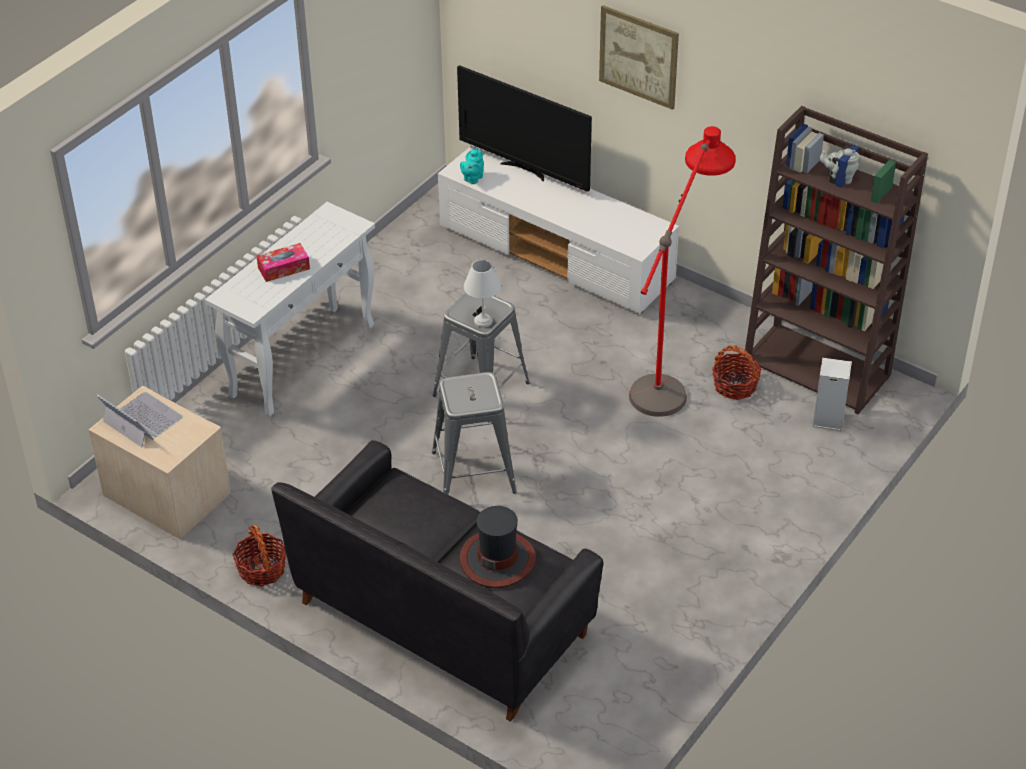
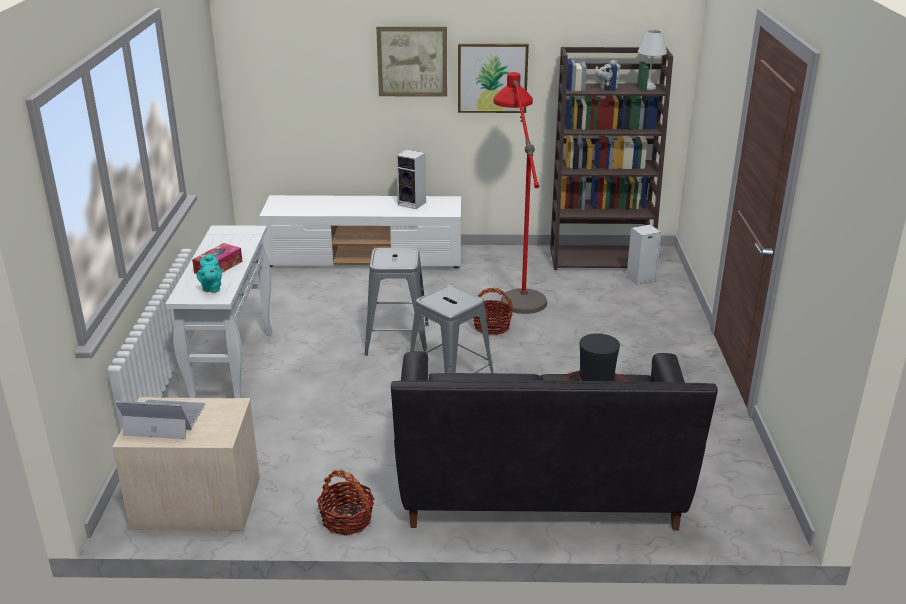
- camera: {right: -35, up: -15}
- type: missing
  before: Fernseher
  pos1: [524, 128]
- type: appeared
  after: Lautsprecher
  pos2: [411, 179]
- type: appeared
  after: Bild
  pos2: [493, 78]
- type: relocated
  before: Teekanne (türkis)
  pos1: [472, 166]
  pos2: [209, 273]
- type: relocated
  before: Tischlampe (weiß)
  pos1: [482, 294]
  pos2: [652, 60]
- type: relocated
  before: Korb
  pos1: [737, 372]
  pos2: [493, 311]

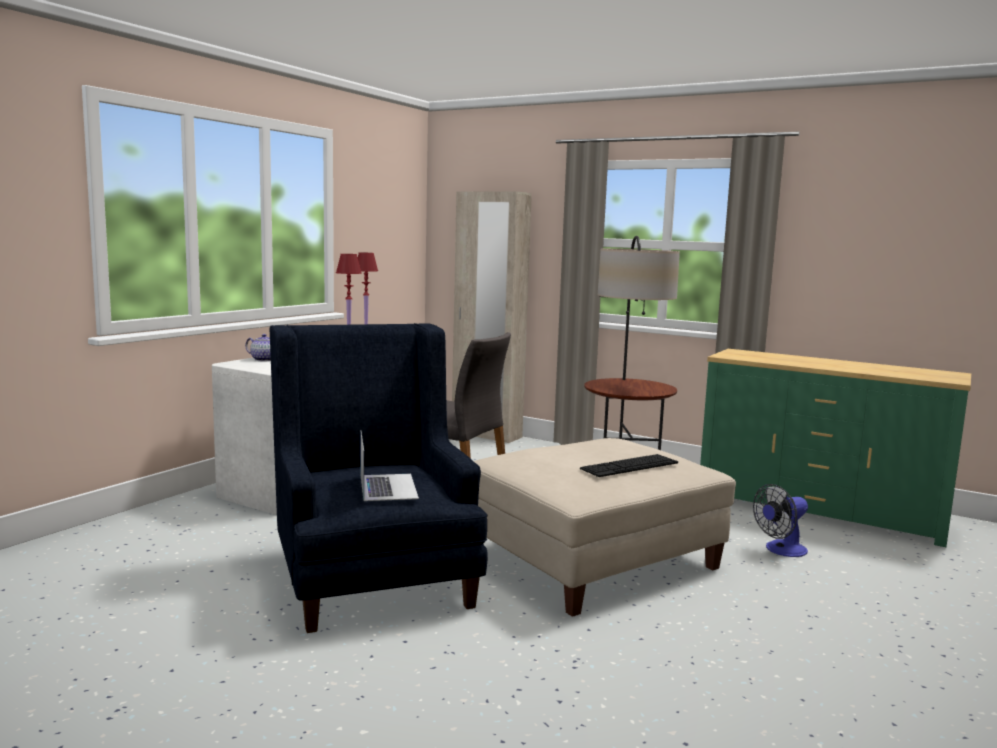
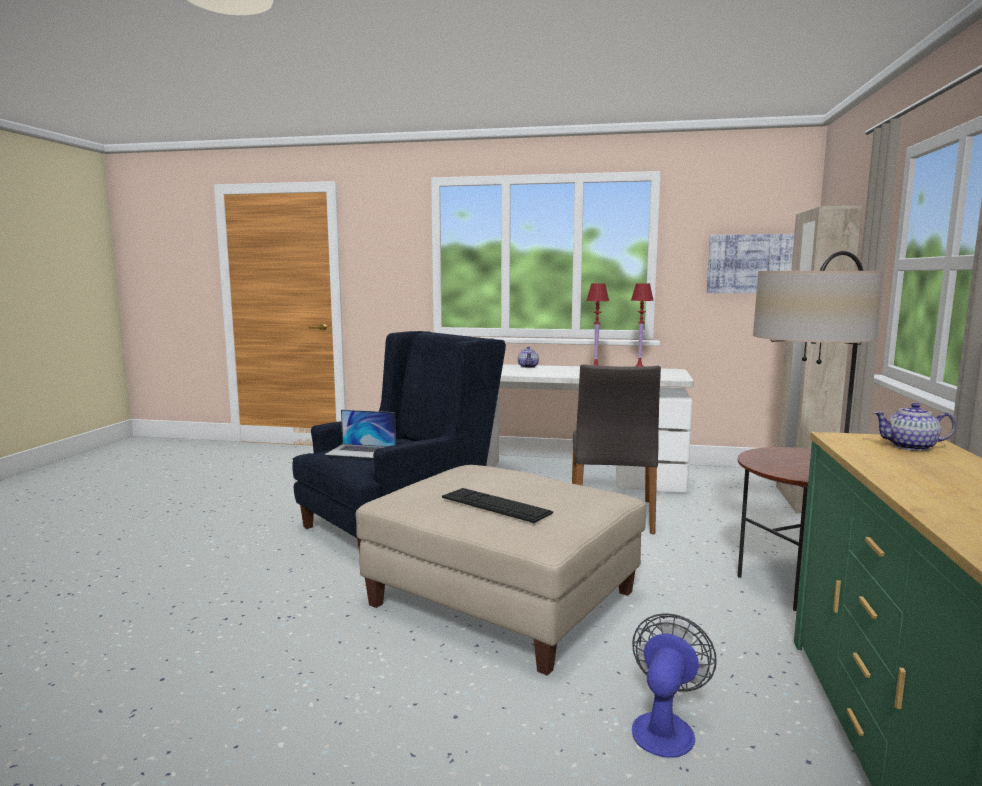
- camera: {right: 70, up: 0}
- type: appeared
  after: Bild
  pos2: [750, 263]
- type: appeared
  after: Teekanne
  pos2: [914, 427]
- type: spun
  before: Laptop
  pos1: [390, 466]
  pos2: [360, 434]
  turn: 45
- type: spun
  before: Ventilator
  pos1: [780, 520]
  pos2: [674, 685]
  turn: 75

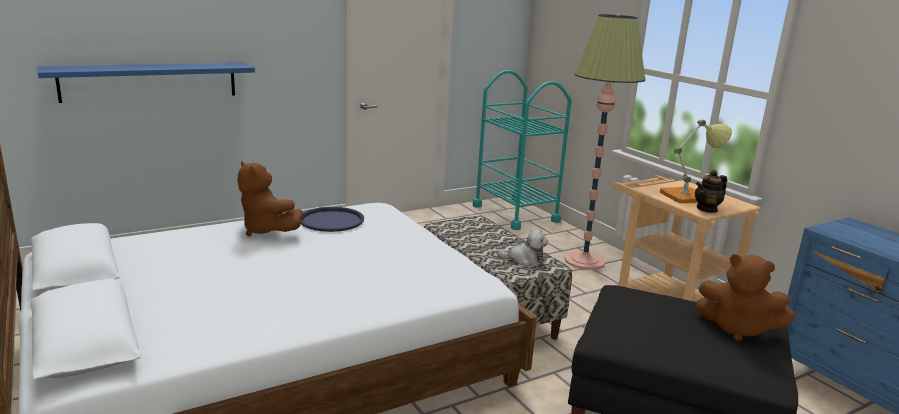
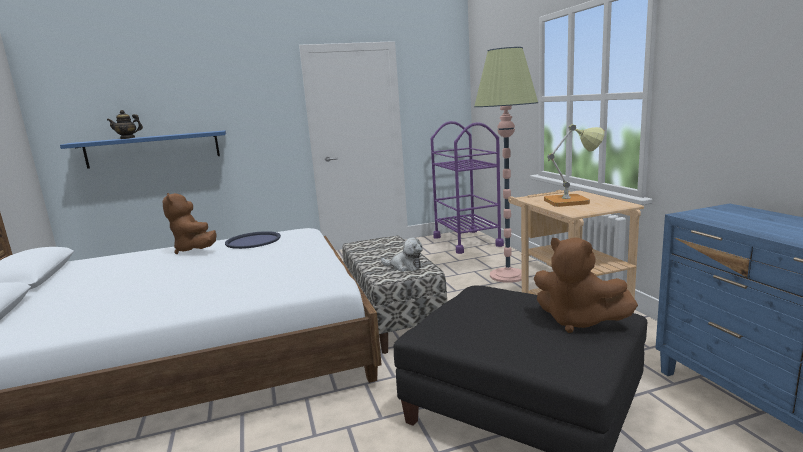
- camera: {right: 15, up: -5}
- type: relocated
  before: Teekanne
  pos1: [711, 191]
  pos2: [125, 124]
- type: colour
  before: Rollwagen (türkis)
  after: Rollwagen (lila)
  pos1: [522, 150]
  pos2: [467, 187]

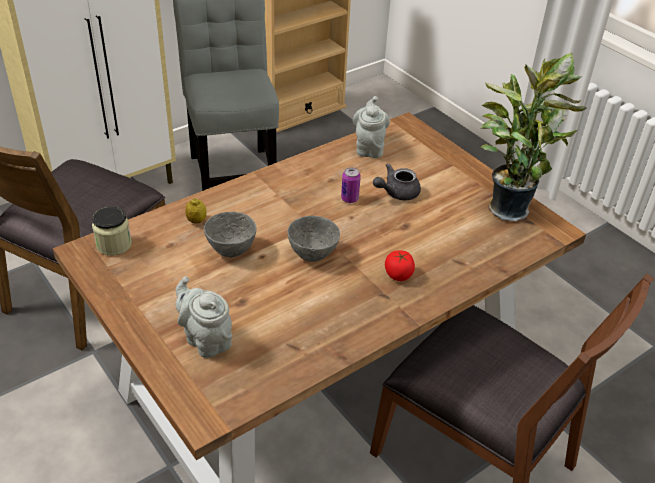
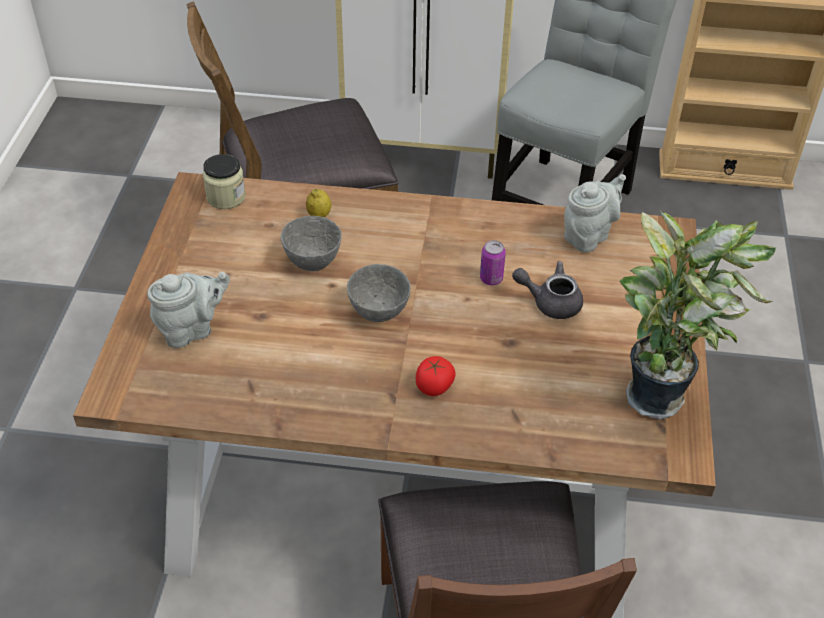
- camera: {right: 45, up: 5}
- type: spun
  before: Teekanne (grau)
  pos1: [203, 317]
  pos2: [188, 310]
  turn: 60

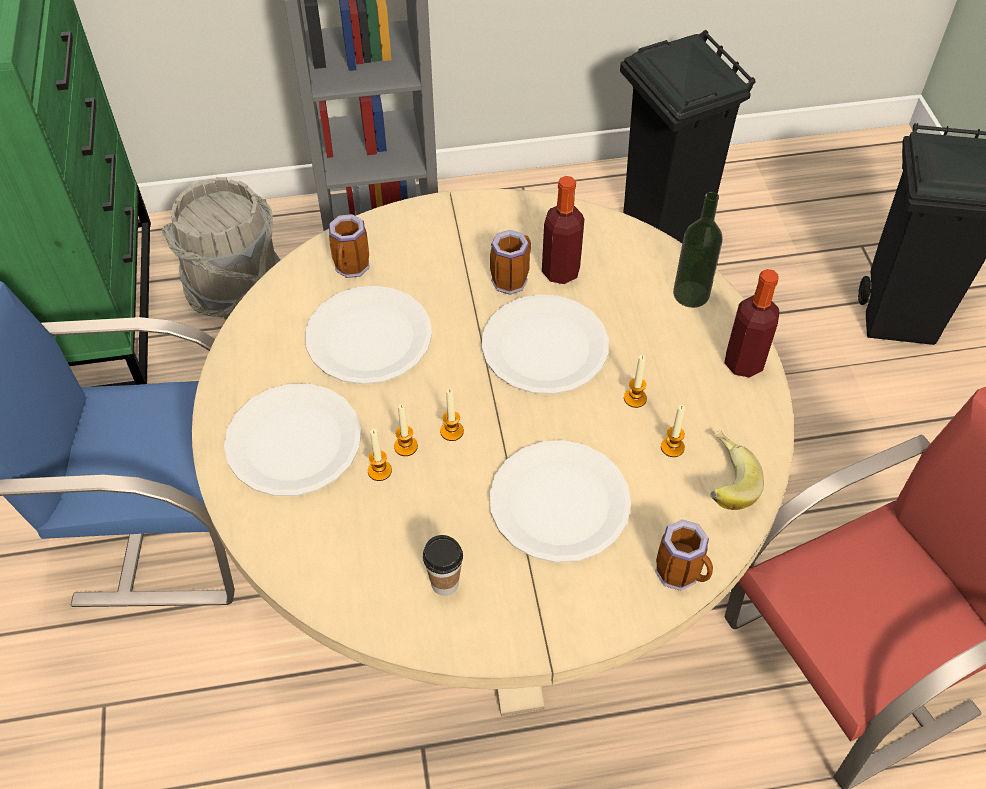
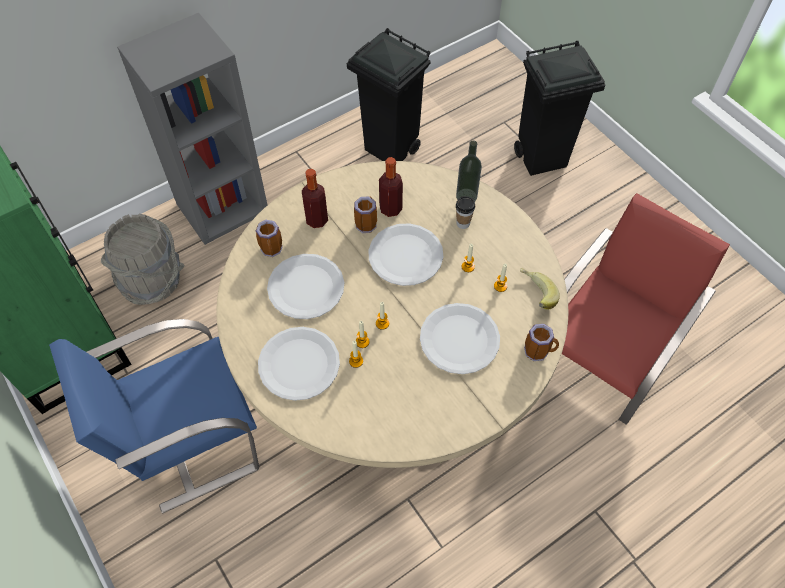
- camera: {right: -25, up: 5}
- type: relocated
  before: Tasse
  pos1: [443, 565]
  pos2: [465, 212]
- type: relocated
  before: Flasche
  pos1: [751, 323]
  pos2: [315, 198]

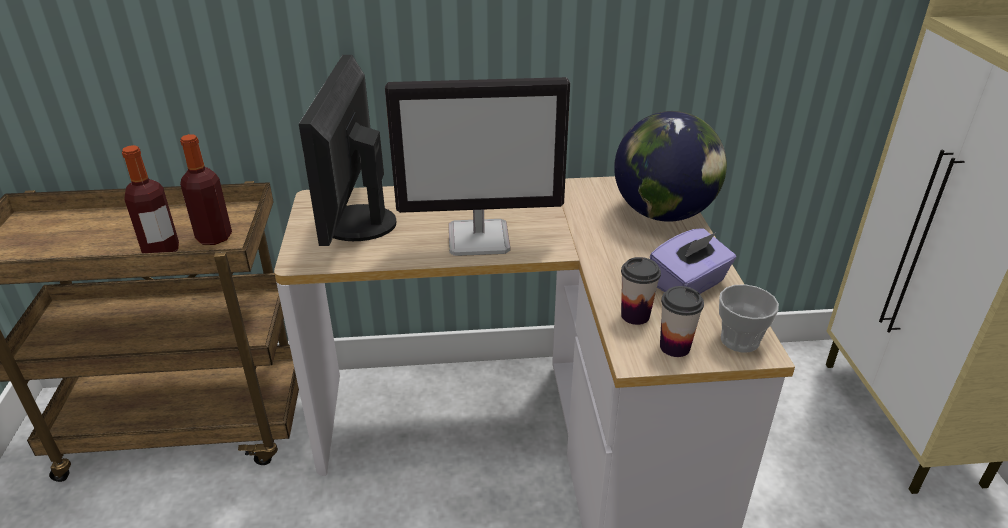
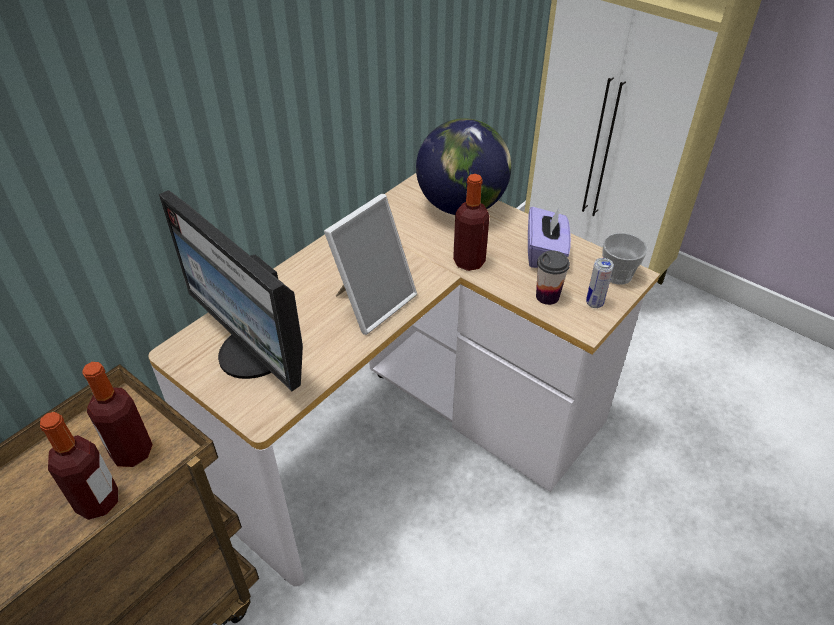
- camera: {right: -45, up: 10}
- type: appeared
  after: Flasche
  pos2: [471, 222]
- type: exchanged
  before: Monitor
  after: Bilderrahmen
  pos1: [477, 166]
  pos2: [370, 264]
- type: exchanged
  before: Tasse
  after: Dose
  pos1: [682, 321]
  pos2: [600, 283]

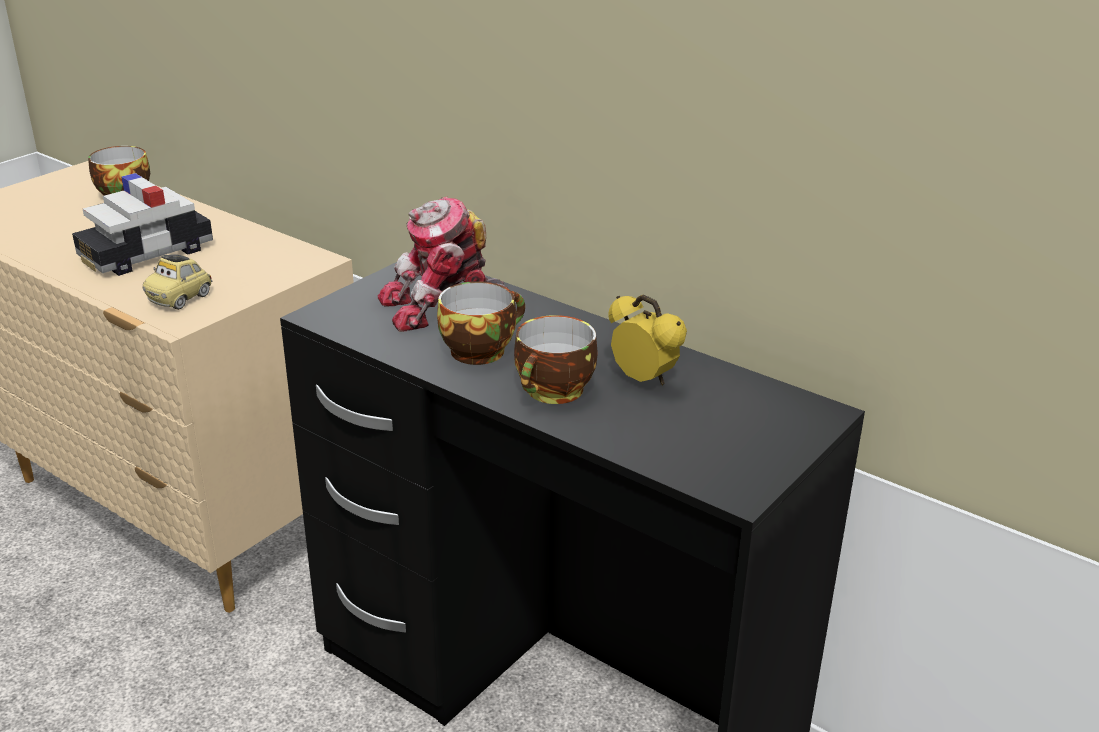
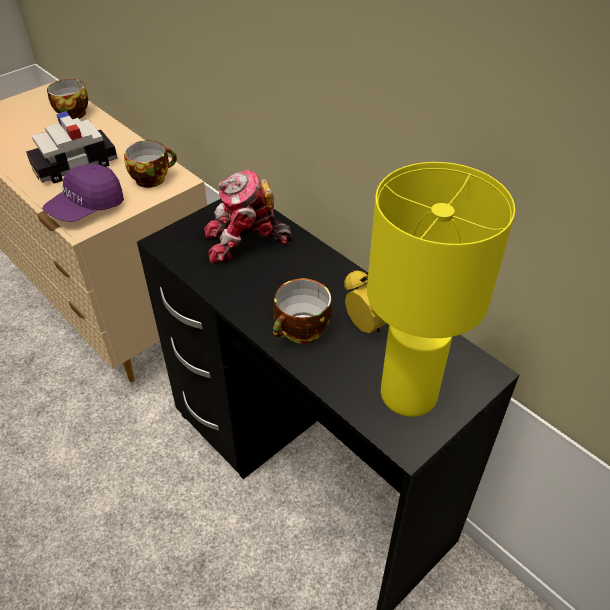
- camera: {right: 10, up: 15}
- type: appeared
  after: Tischlampe (gelb)
  pos2: [441, 289]
- type: relocated
  before: Tasse
  pos1: [481, 323]
  pos2: [150, 164]
- type: exchanged
  before: Spielzeugauto
  after: Kappe (lila)
  pos1: [177, 282]
  pos2: [83, 193]

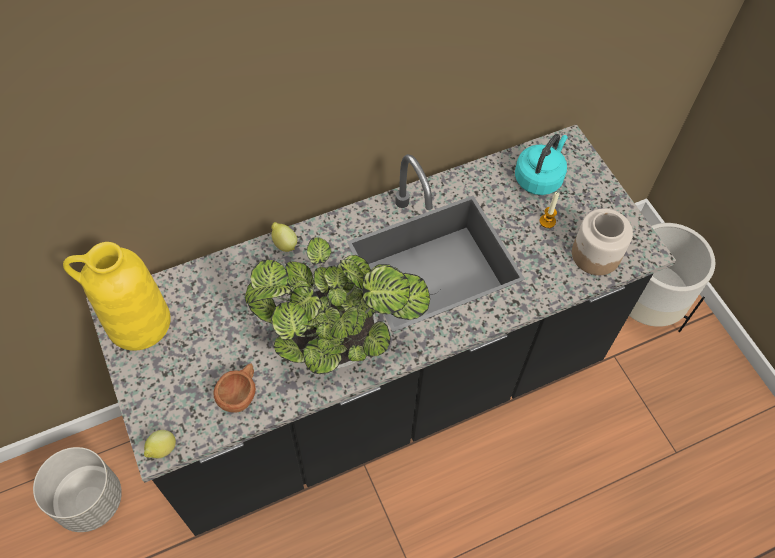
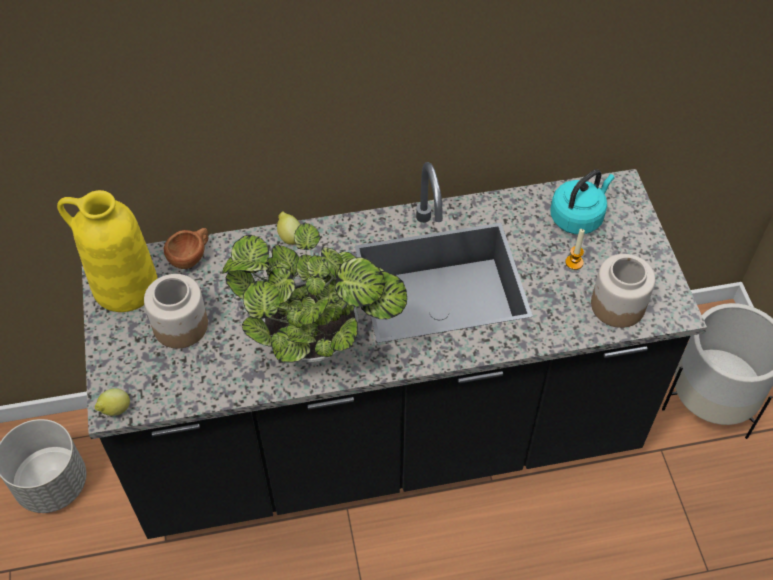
- camera: {right: 15, up: -5}
- type: appeared
  after: Vorratsglas
  pos2: [176, 311]
- type: relocated
  before: Tasse (braun)
  pos1: [234, 388]
  pos2: [186, 248]

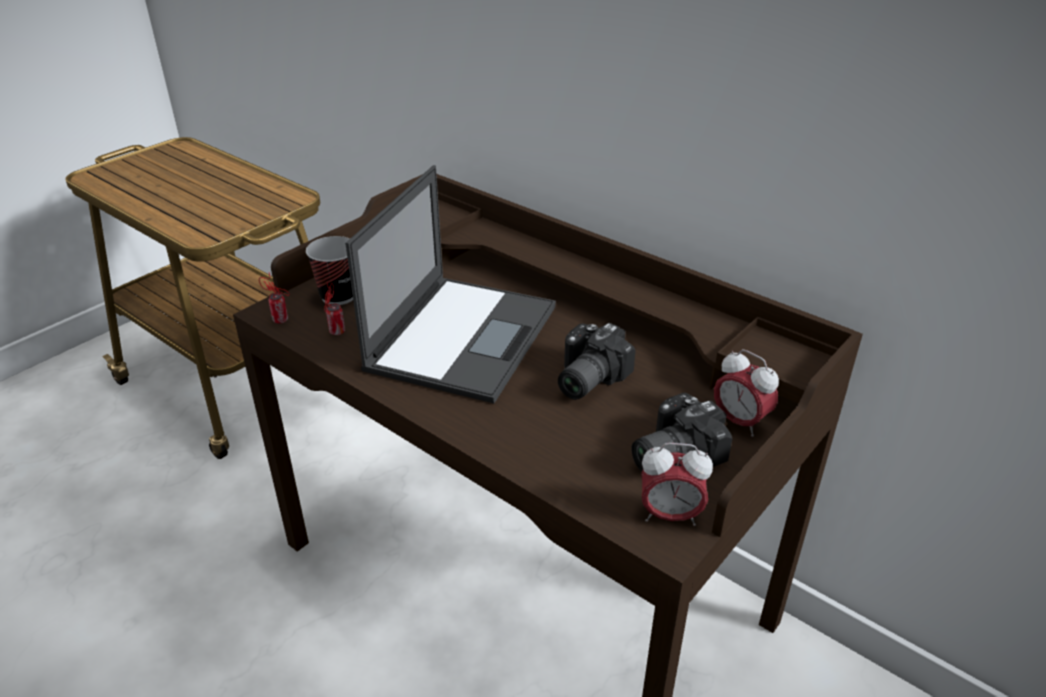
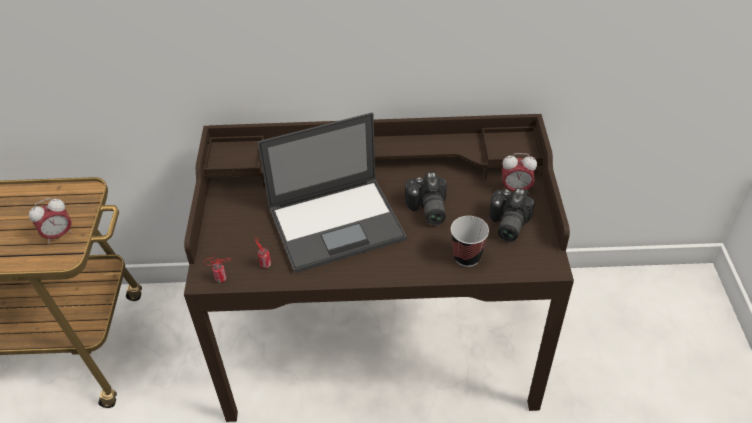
- camera: {right: -40, up: 10}
- type: relocated
  before: Tasse
  pos1: [329, 270]
  pos2: [470, 241]
- type: relocated
  before: Wecker
  pos1: [677, 484]
  pos2: [51, 221]
- type: spun
  before: Laptop
  pos1: [450, 284]
  pos2: [332, 192]
  turn: 90

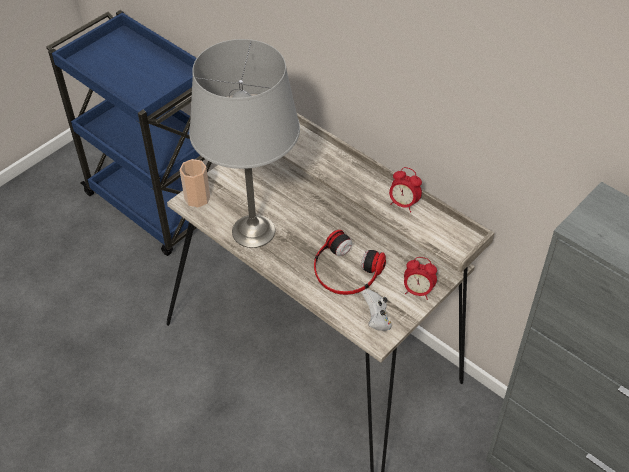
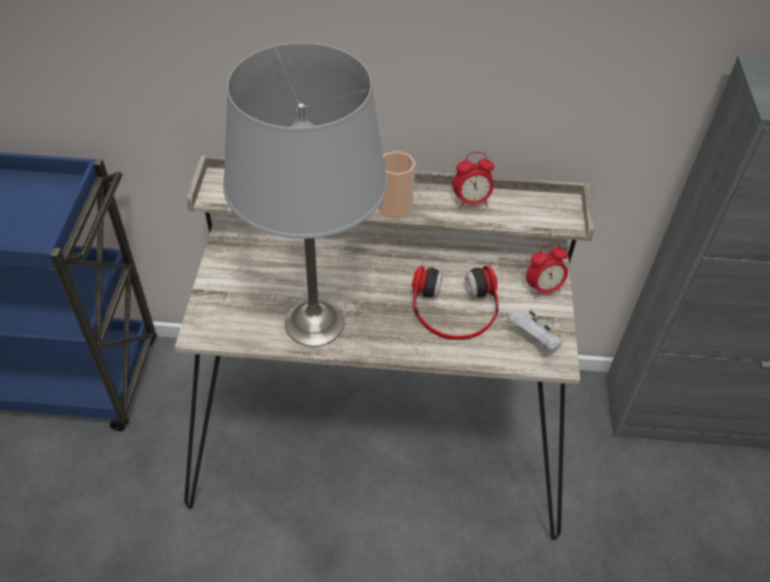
- camera: {right: -40, up: 0}
- type: relocated
  before: Tasse
  pos1: [195, 183]
  pos2: [397, 185]

